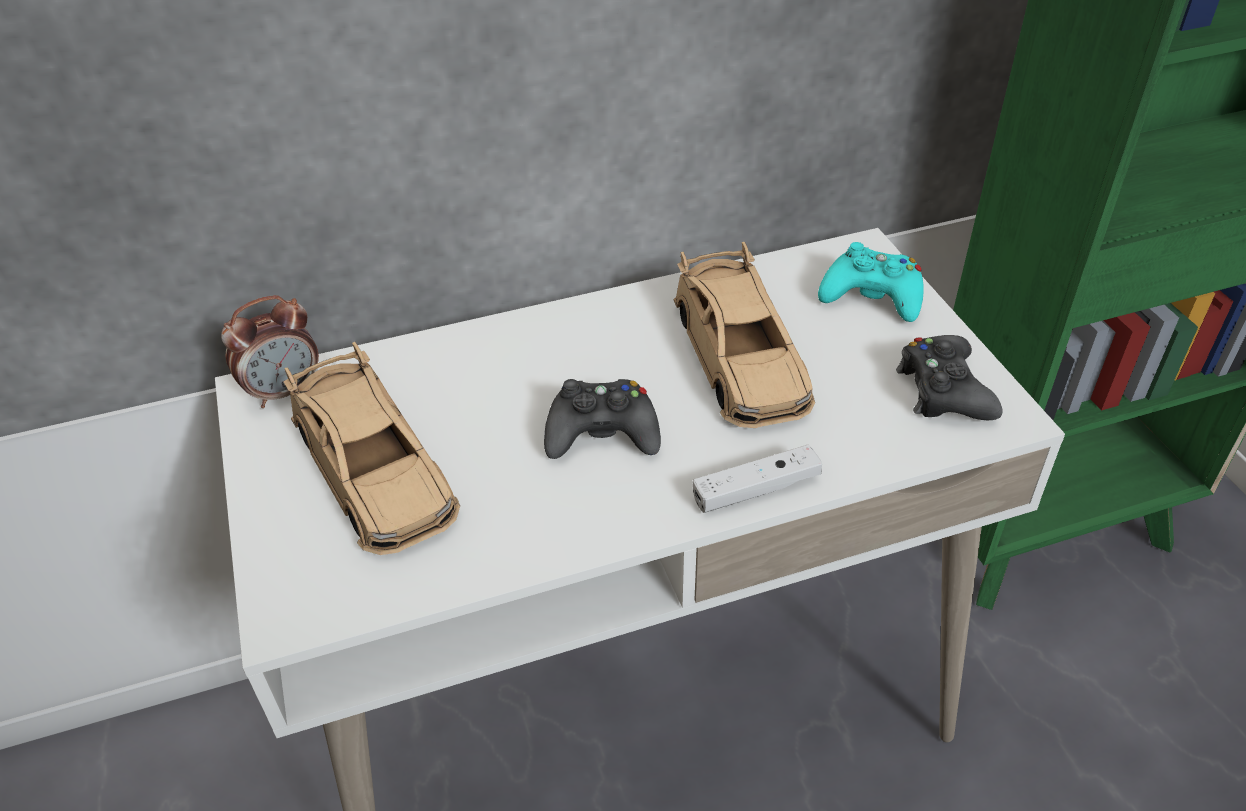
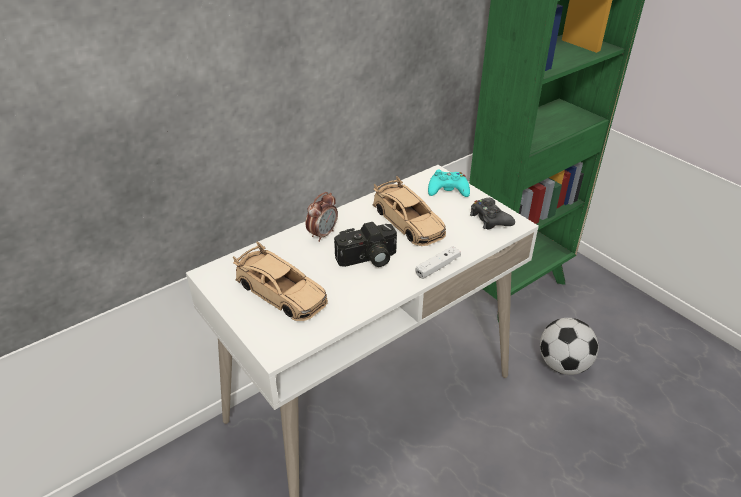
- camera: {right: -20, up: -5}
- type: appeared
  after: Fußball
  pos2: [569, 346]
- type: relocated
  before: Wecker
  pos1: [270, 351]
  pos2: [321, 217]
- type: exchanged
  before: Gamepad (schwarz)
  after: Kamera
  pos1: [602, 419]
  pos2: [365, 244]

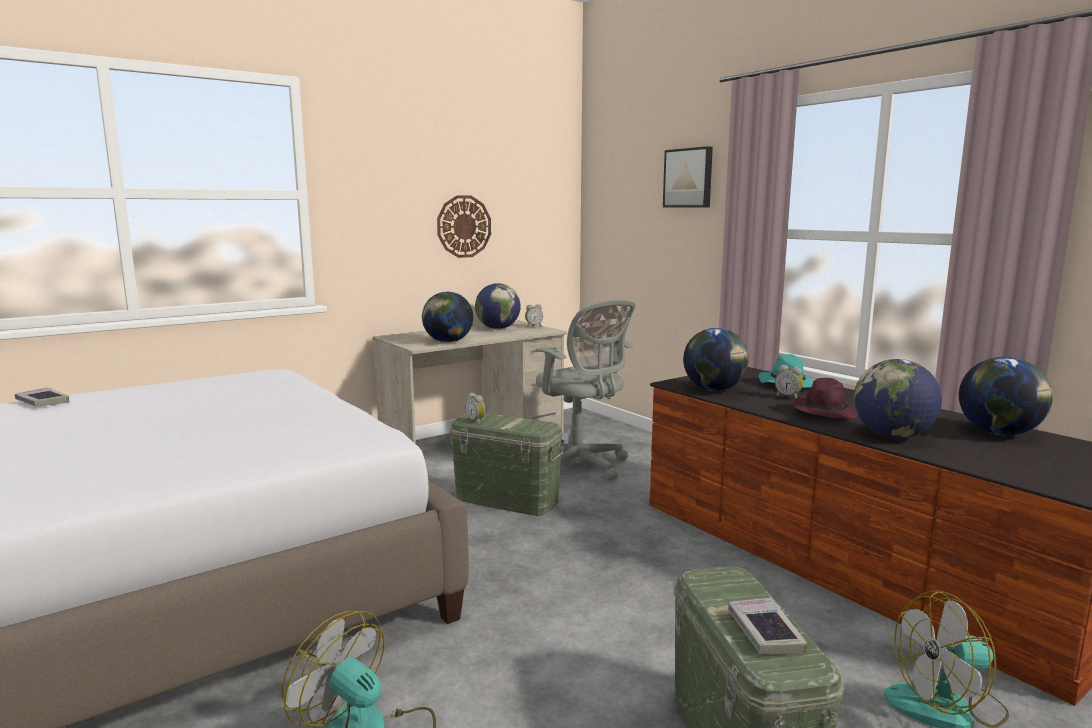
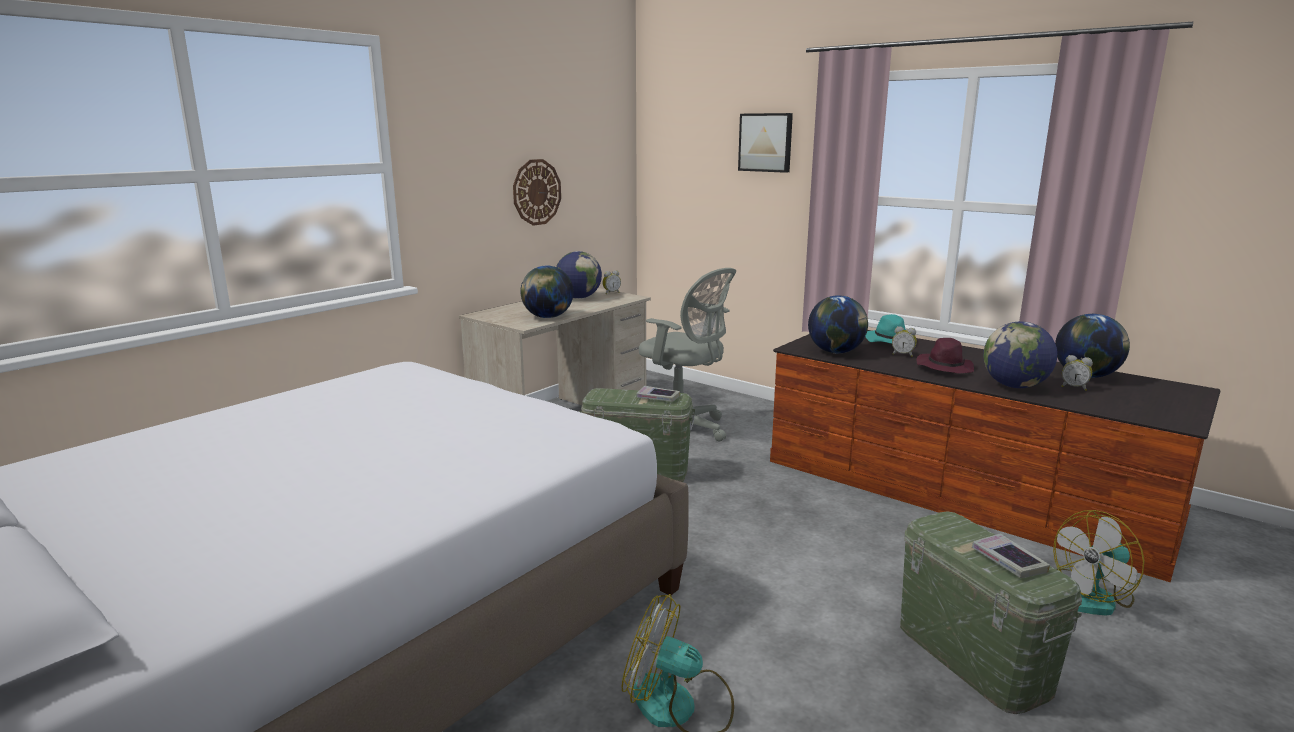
- camera: {right: -15, up: 5}
- type: relocated
  before: Buch
  pos1: [42, 397]
  pos2: [658, 394]
- type: relocated
  before: Wecker
  pos1: [475, 408]
  pos2: [1077, 373]

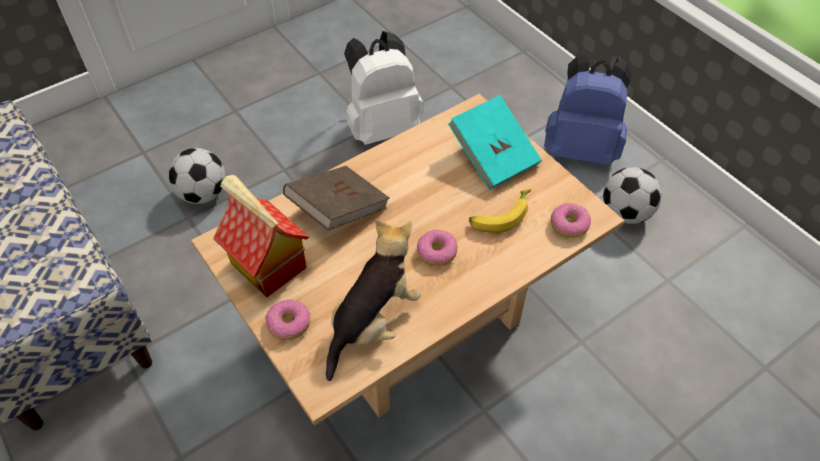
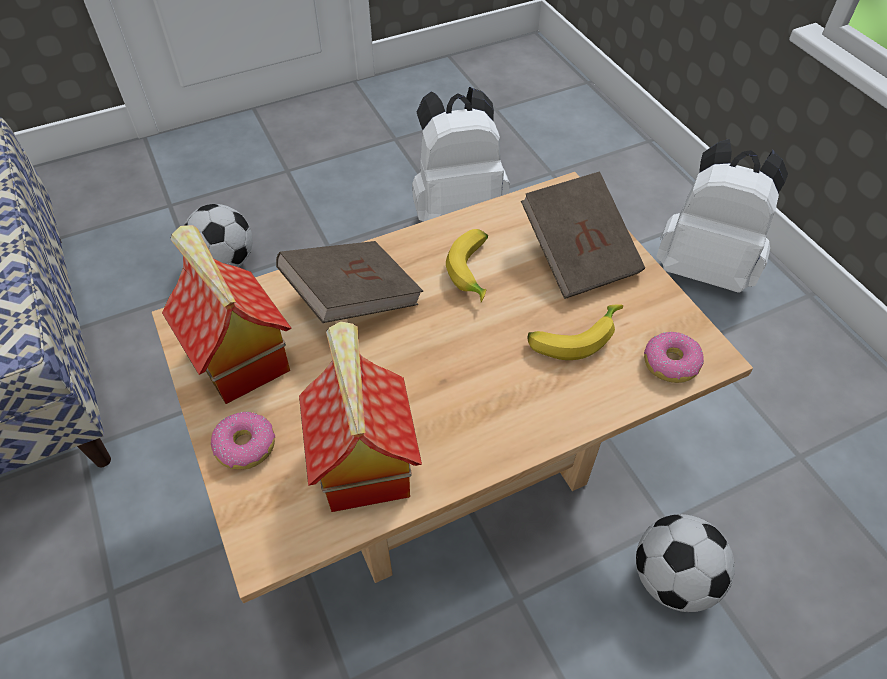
- camera: {right: 10, up: 0}
- type: missing
  before: Donut
  pos1: [437, 248]
- type: appeared
  after: Banane
  pos2: [467, 265]
- type: relocated
  before: Fußball
  pos1: [632, 195]
  pos2: [685, 563]
- type: exchanged
  before: Plüschtier
  after: Spielzeughaus
  pos1: [373, 300]
  pos2: [360, 416]
- type: colour
  before: Buch (türkis)
  after: Buch (braun)
  pos1: [495, 142]
  pos2: [583, 235]
- type: colour
  before: Rucksack (blau)
  after: Rucksack (weiß)
  pos1: [588, 108]
  pos2: [722, 216]

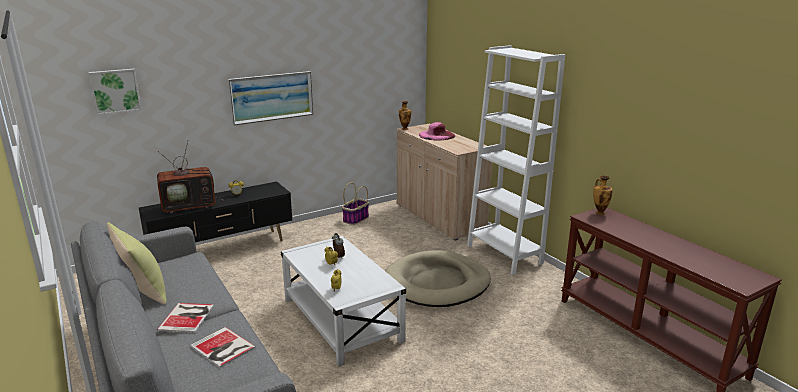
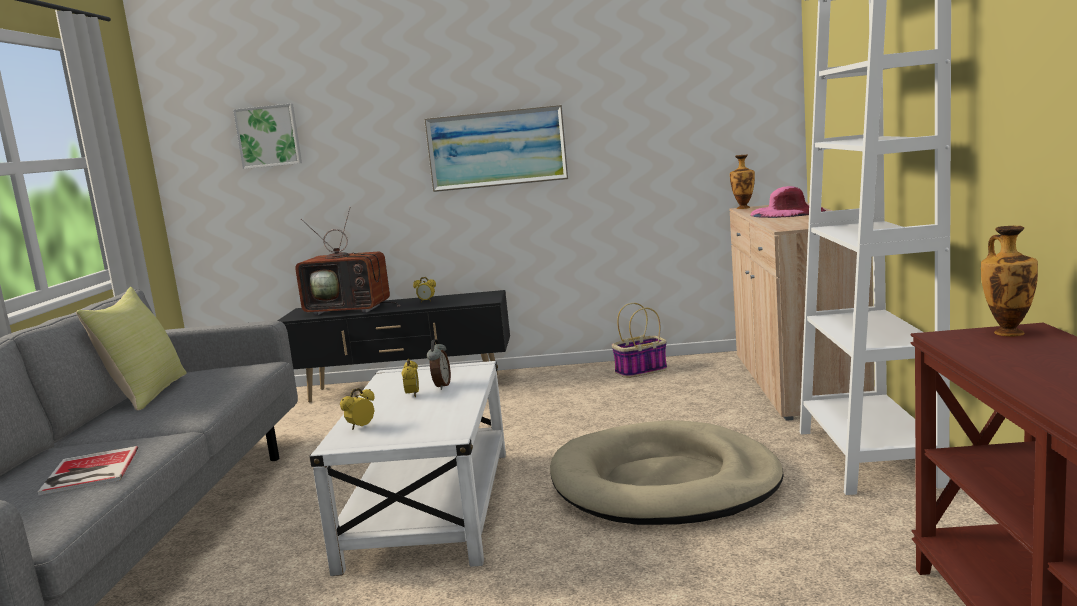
- camera: {right: 35, up: -10}
- type: missing
  before: Buch
  pos1: [185, 318]

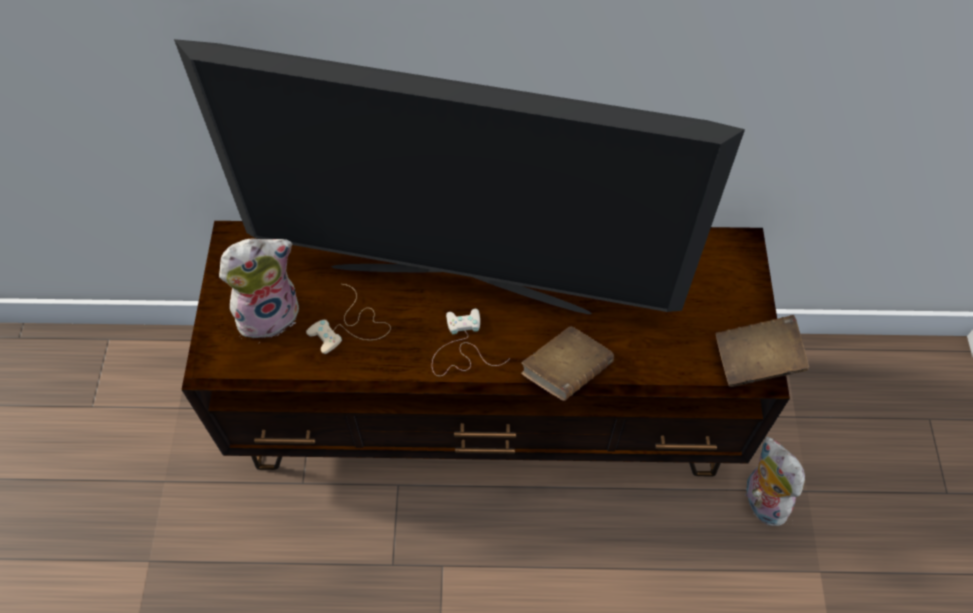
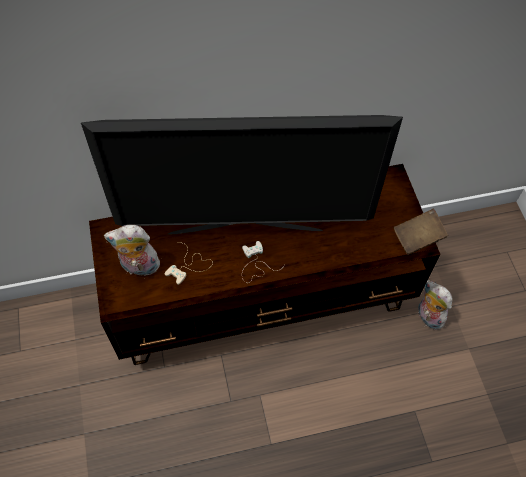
- camera: {right: -15, up: 0}
- type: missing
  before: Buch (braun)
  pos1: [567, 363]
- type: spun
  before: Plüschtier
  pos1: [259, 288]
  pos2: [132, 250]
  turn: -135

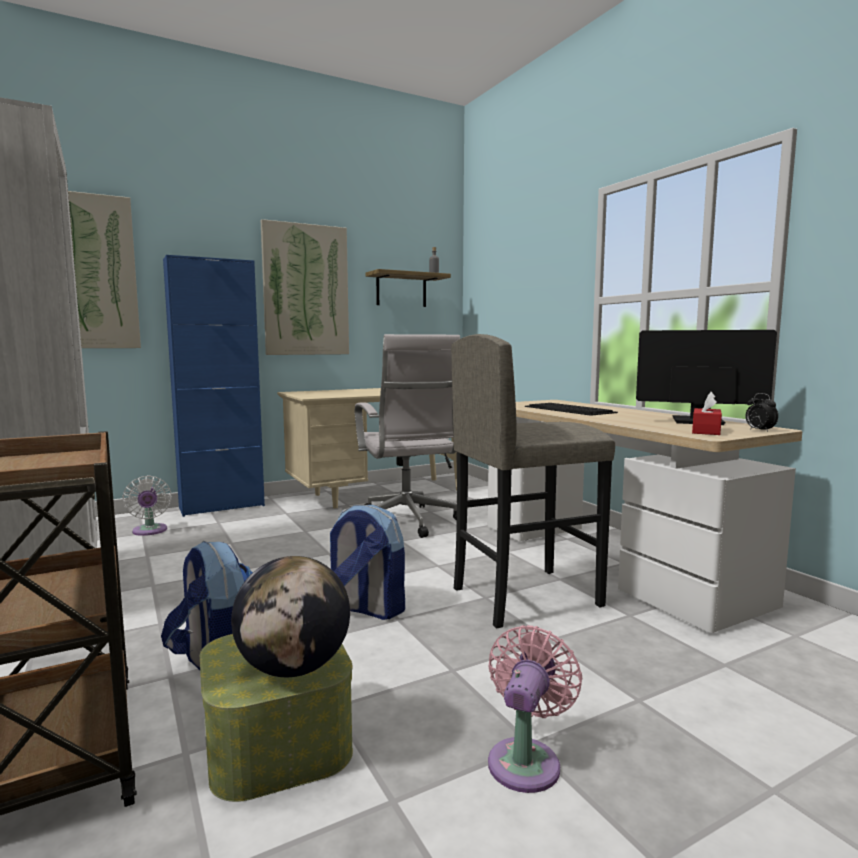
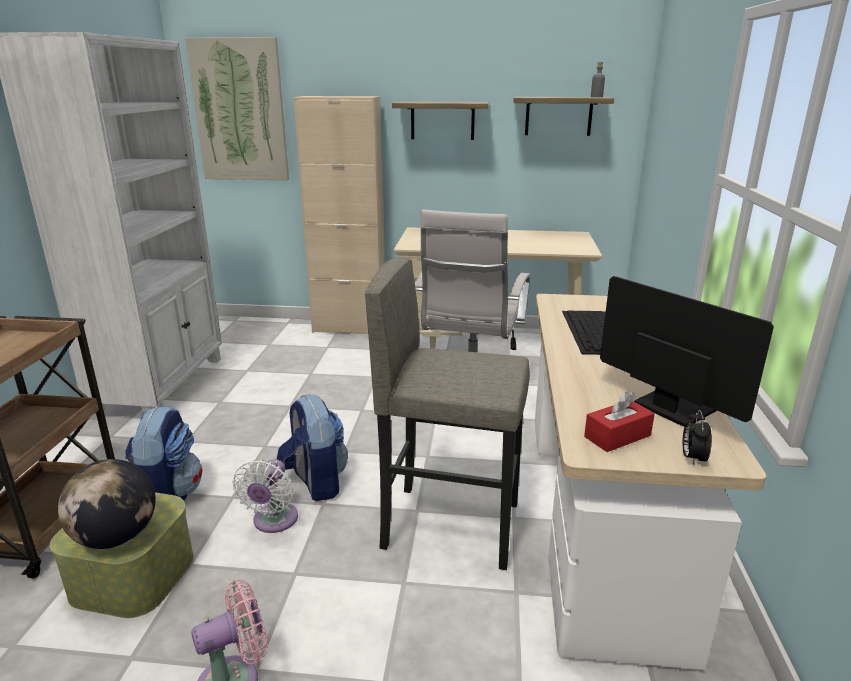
- camera: {right: 35, up: 15}
- type: relocated
  before: Ventilator (weiß)
  pos1: [147, 506]
  pos2: [265, 496]
- type: exchanged
  before: Bild
  after: Wandregal
  pos1: [305, 287]
  pos2: [440, 120]
- type: colour
  before: Schrank (blau)
  after: Schrank (beige)
  pos1: [214, 386]
  pos2: [339, 215]

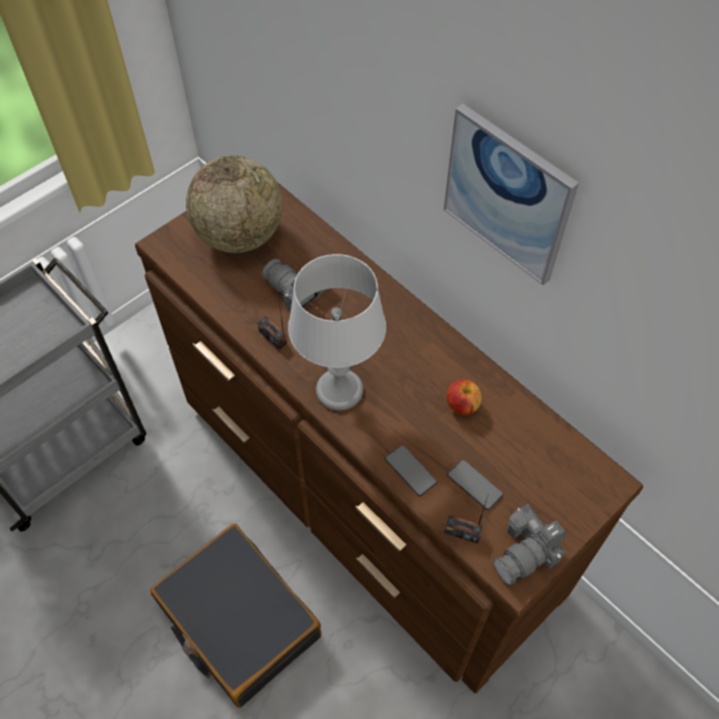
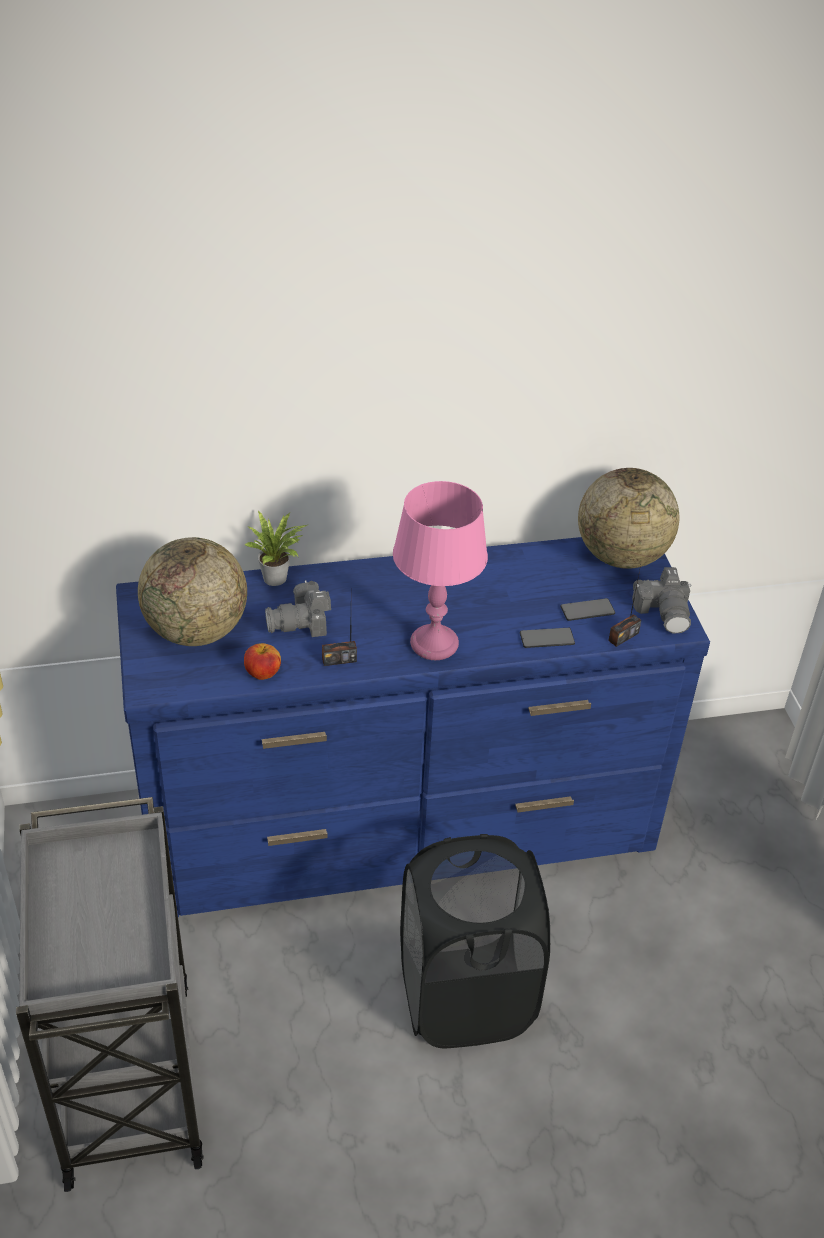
- camera: {right: -60, up: -15}
- type: missing
  before: Bild
  pos1: [511, 194]
- type: appeared
  after: Topfpflanze
  pos2: [275, 548]
- type: appeared
  after: Globus
  pos2: [628, 518]
- type: relocated
  before: Apfel
  pos1: [464, 397]
  pos2: [262, 661]
- type: exchanged
  before: Koffer (schwarz)
  after: Wäschekorb (schwarz)
  pos1: [235, 615]
  pos2: [475, 941]
- type: colour
  before: Kommode (braun)
  after: Kommode (blau)
  pos1: [389, 437]
  pos2: [413, 727]
- type: colour
  before: Tischlampe (grau)
  after: Tischlampe (rosa)
  pos1: [337, 332]
  pos2: [440, 570]

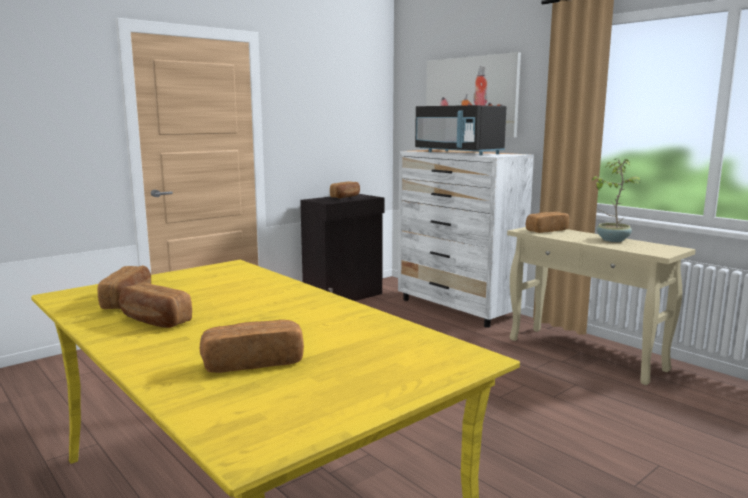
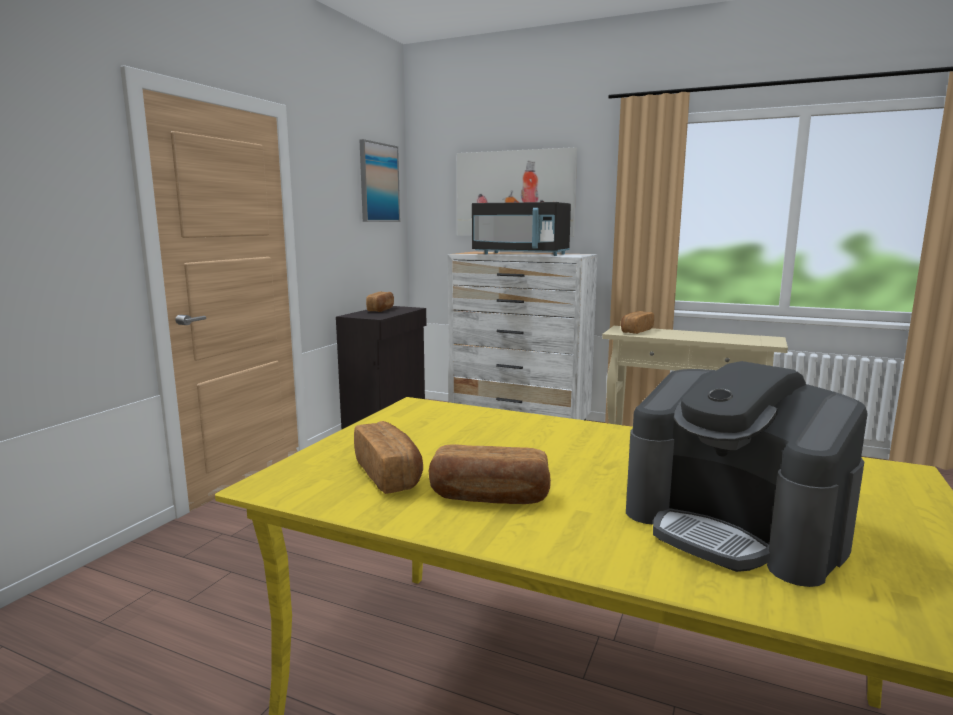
- camera: {right: -25, up: 0}
- type: missing
  before: Topfpflanze
  pos1: [616, 200]
- type: appeared
  after: Bild
  pos2: [379, 180]
- type: exchanged
  before: Brot
  after: Kaffeemaschine
  pos1: [252, 346]
  pos2: [747, 474]

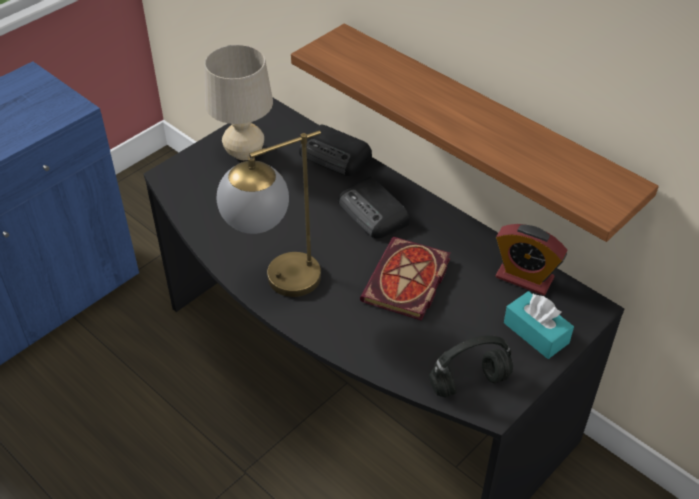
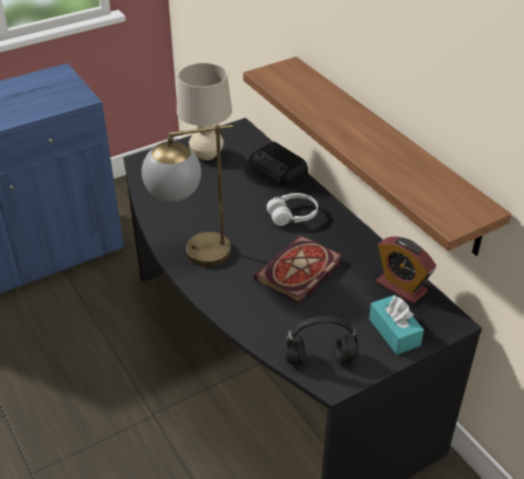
- camera: {right: 15, up: -5}
- type: exchanged
  before: Radio
  after: Kopfhörer (weiß)
  pos1: [373, 207]
  pos2: [292, 209]

